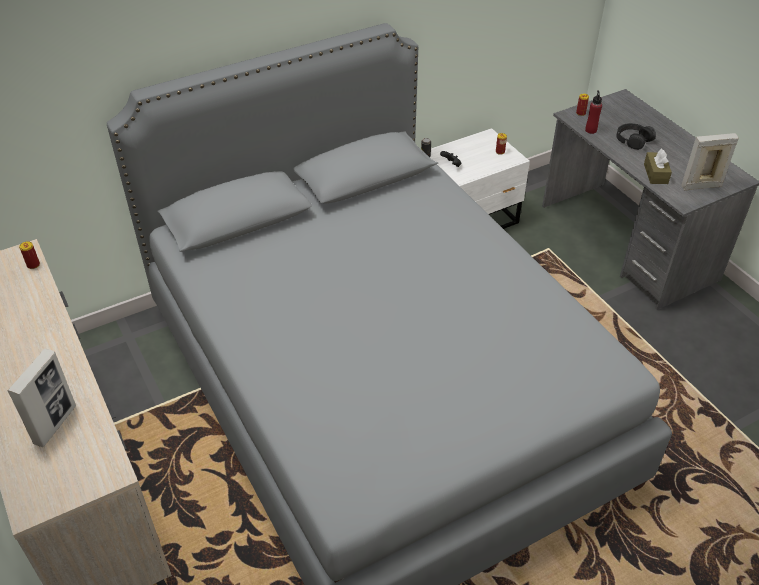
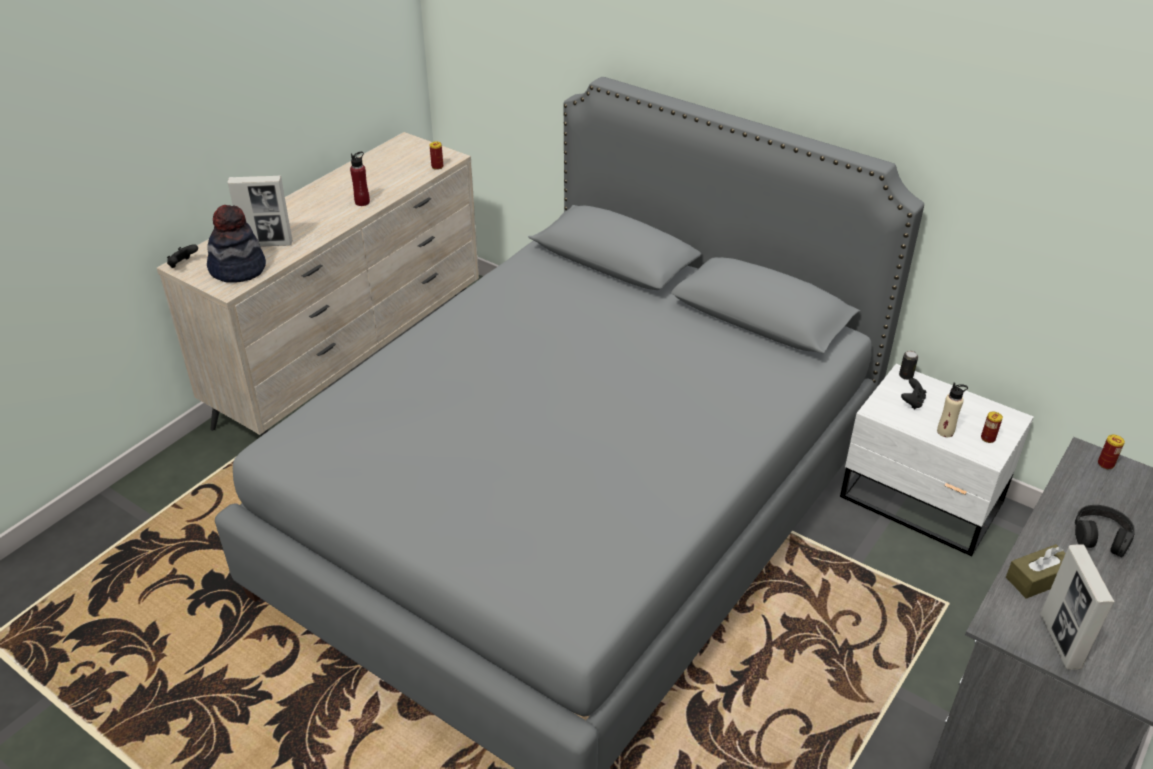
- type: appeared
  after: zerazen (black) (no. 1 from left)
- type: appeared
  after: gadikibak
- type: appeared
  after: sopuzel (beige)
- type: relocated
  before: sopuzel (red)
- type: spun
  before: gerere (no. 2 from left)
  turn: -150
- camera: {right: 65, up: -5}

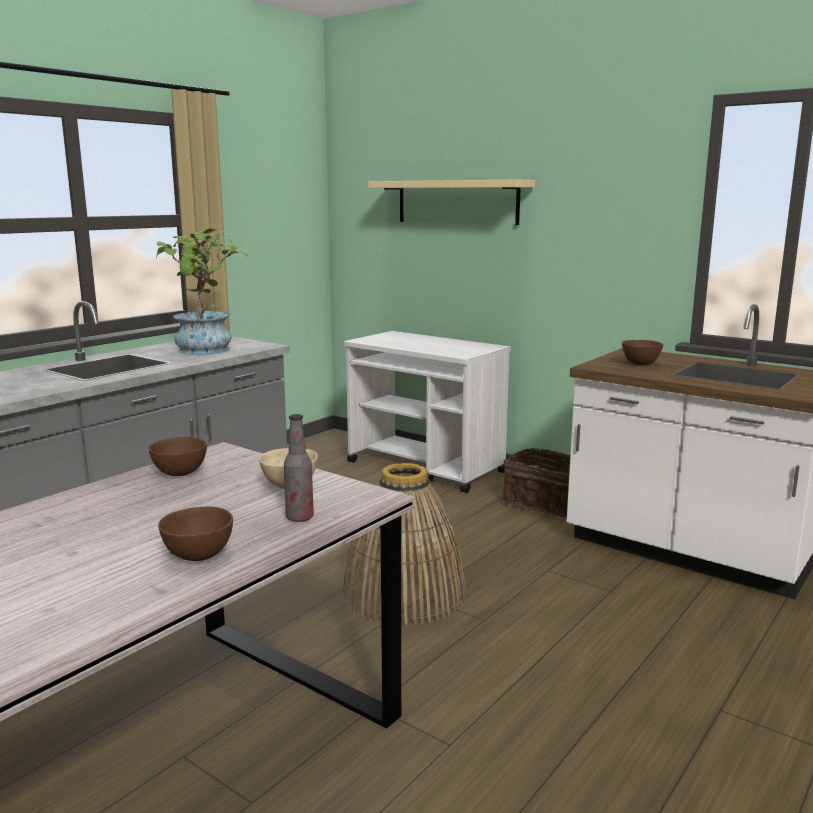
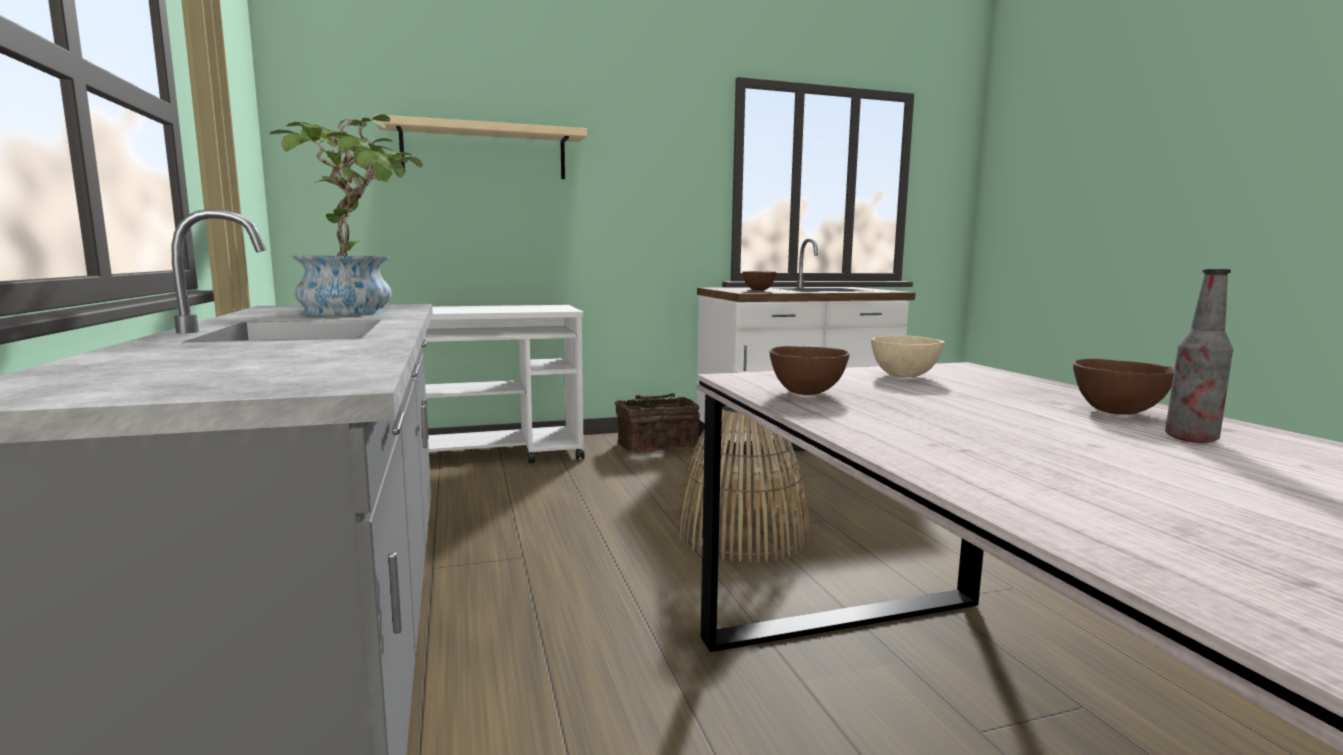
- type: relocated
  before: sopuzel
- camera: {right: -55, up: -5}

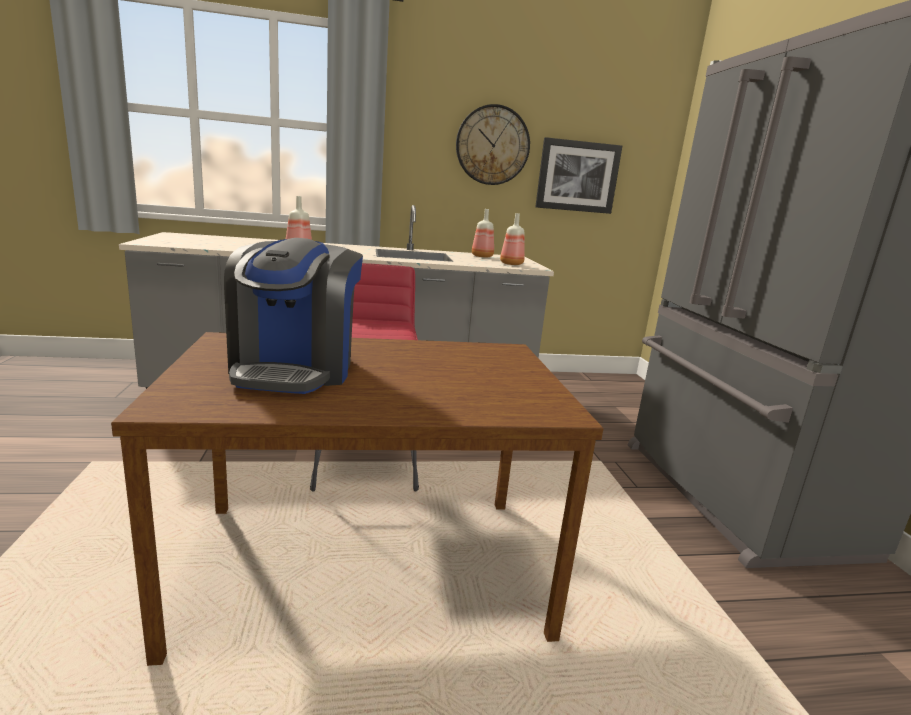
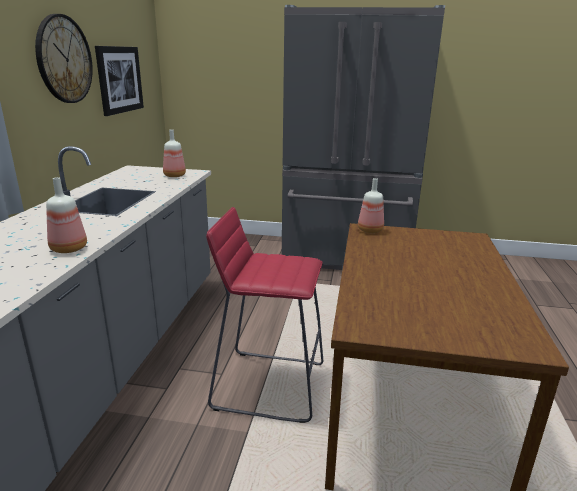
- type: missing
  before: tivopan
- type: relocated
  before: sopuzel (no. 2 from left in the first image)
  after: sopuzel (no. 3 from left)
- camera: {right: -70, up: 5}

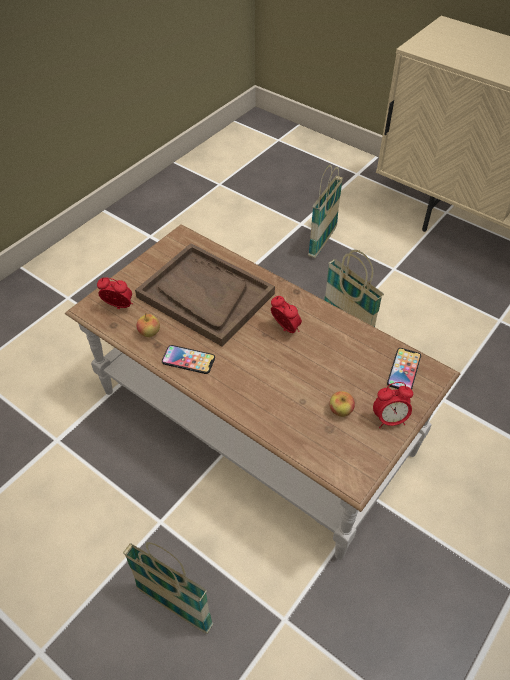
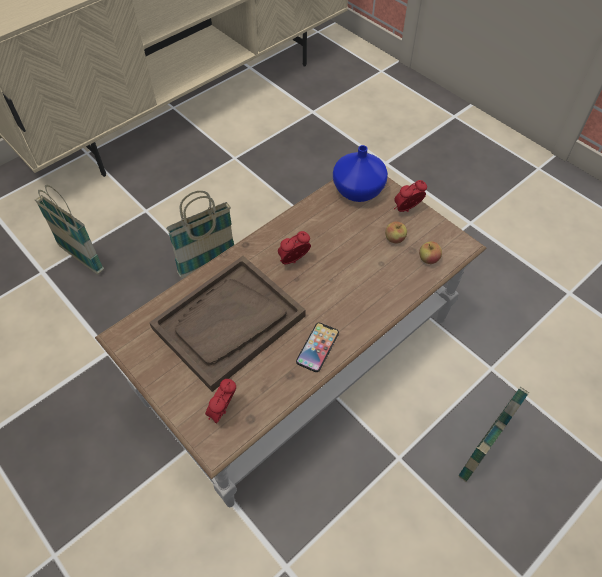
- type: relocated
  before: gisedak (no. 1 from left in the first image)
  after: gisedak (no. 2 from left)
- type: exchanged
  before: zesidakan (no. 2 from left)
  after: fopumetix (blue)
- type: spun
  before: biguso (no. 3 from left)
  turn: -120
- camera: {right: -80, up: 5}

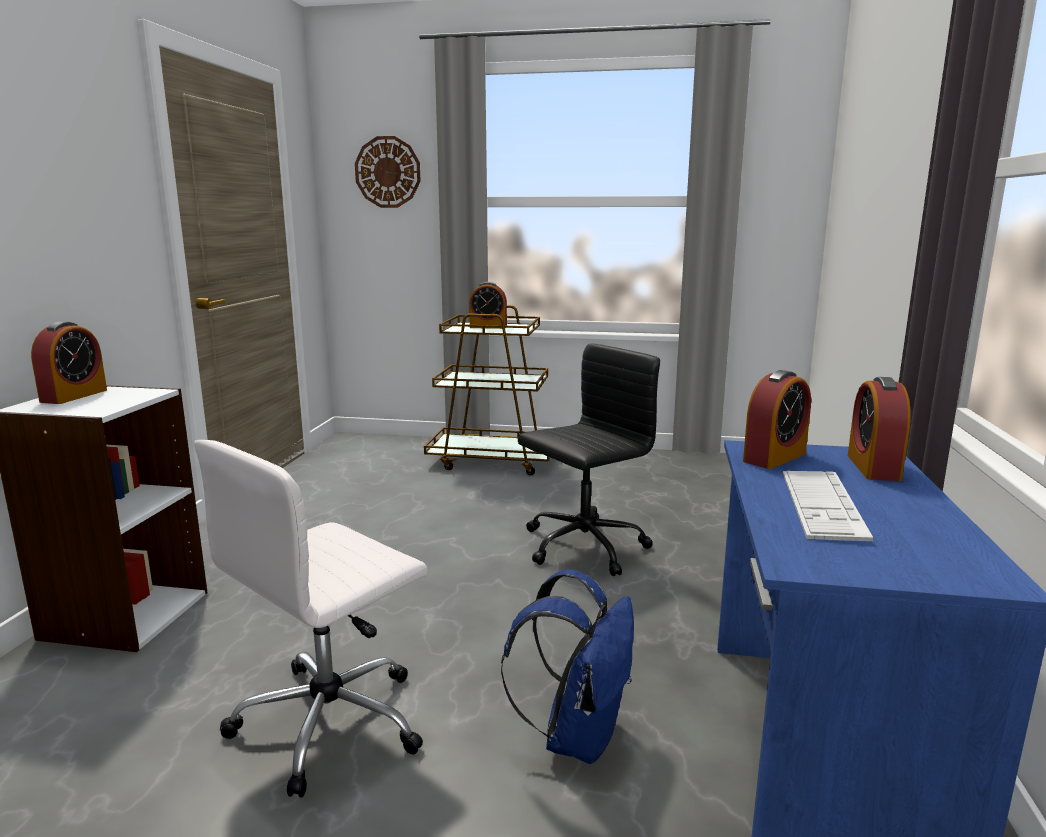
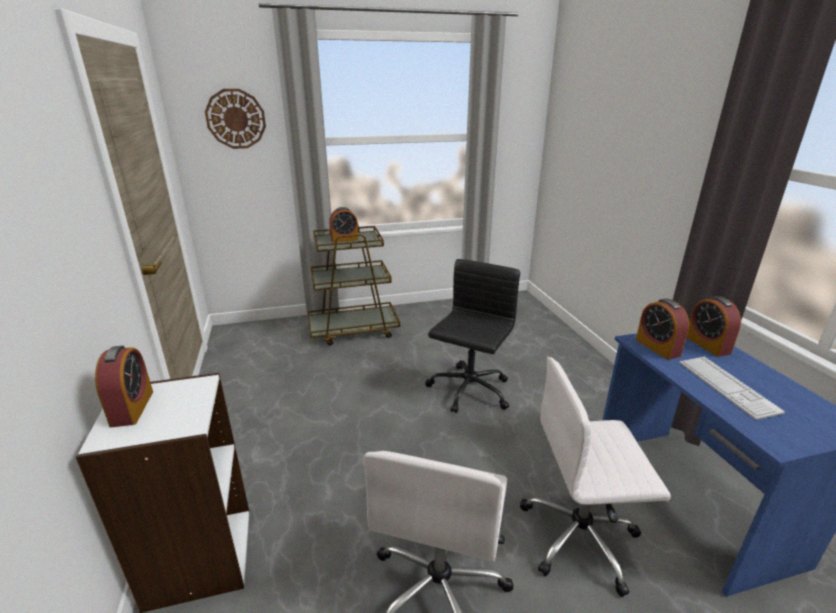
- type: exchanged
  before: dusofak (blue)
  after: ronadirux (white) (no. 2 from left)
- type: spun
  before: biguso (no. 3 from left)
  turn: 135
- camera: {right: -25, up: 10}

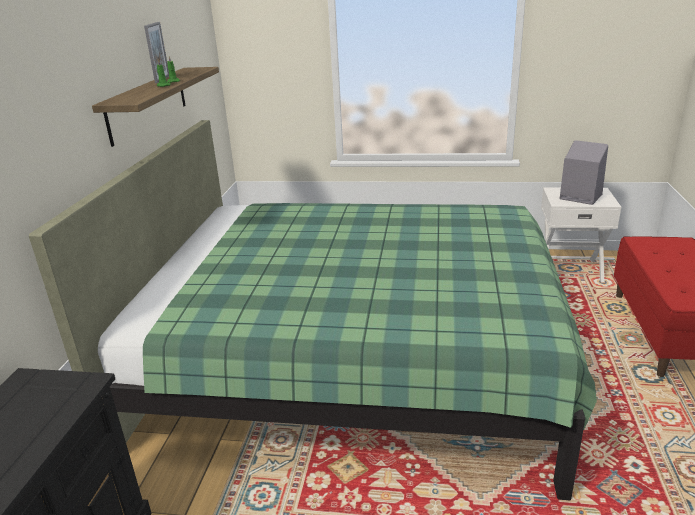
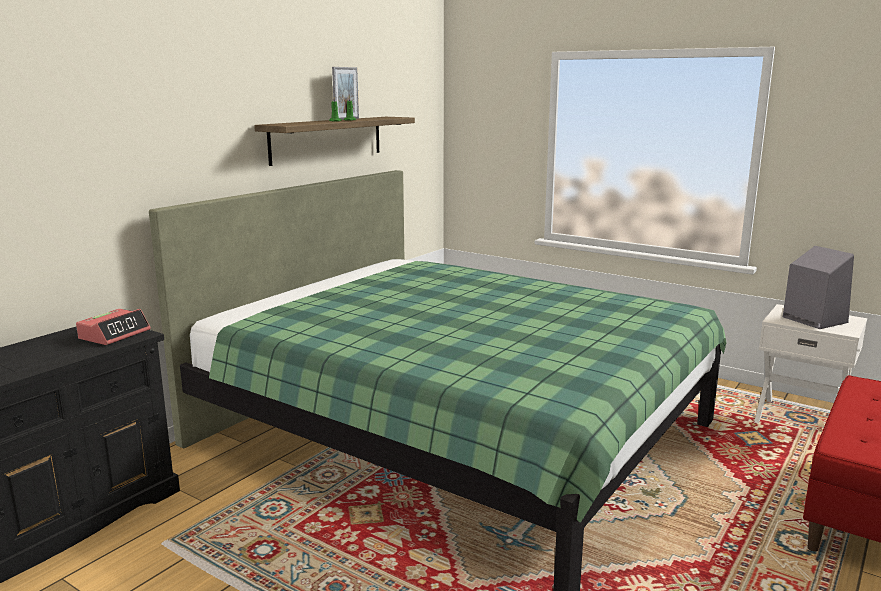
- type: appeared
  after: biguso
- camera: {right: 25, up: -10}

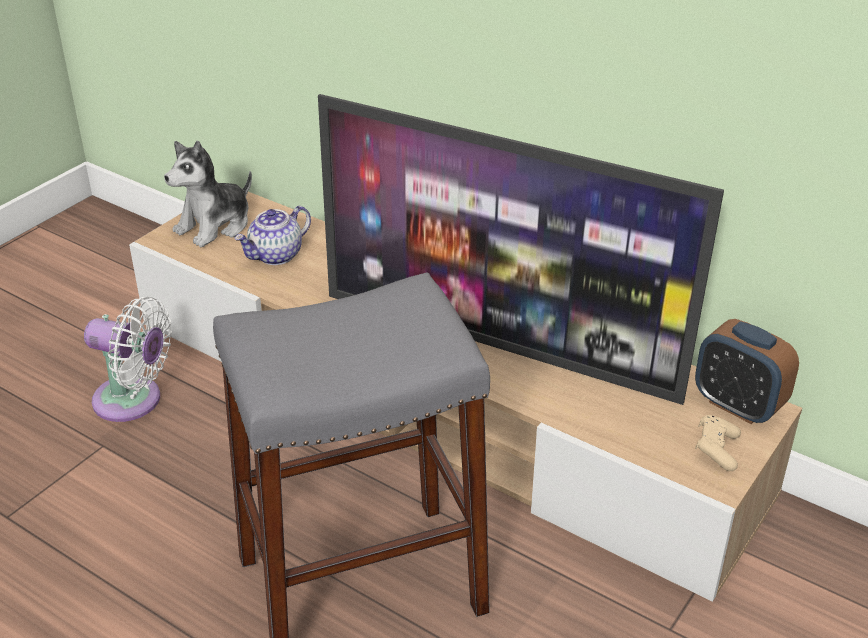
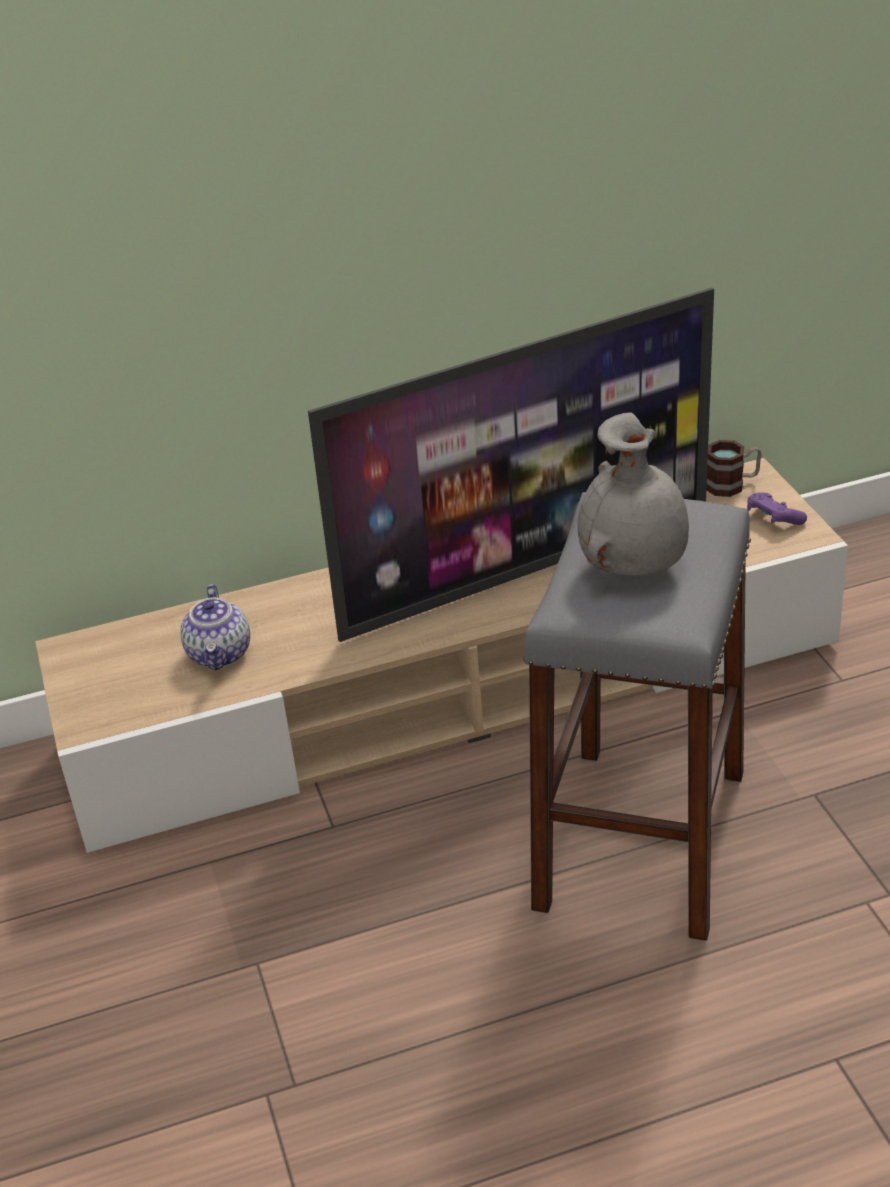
- type: missing
  before: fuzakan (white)
- type: missing
  before: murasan
- type: appeared
  after: fopumetix (grey)
- type: exchanged
  before: biguso
  after: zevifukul
- type: colour
  before: zerazen (beige)
  after: zerazen (purple)
- camera: {right: -50, up: 0}

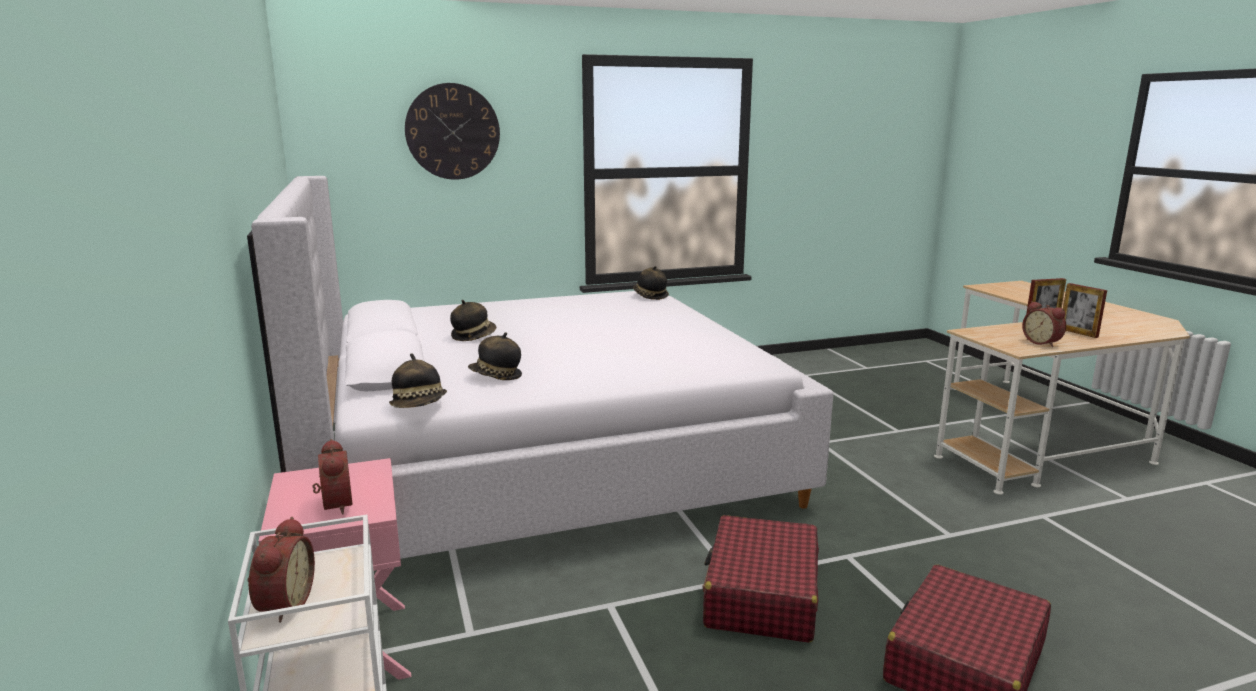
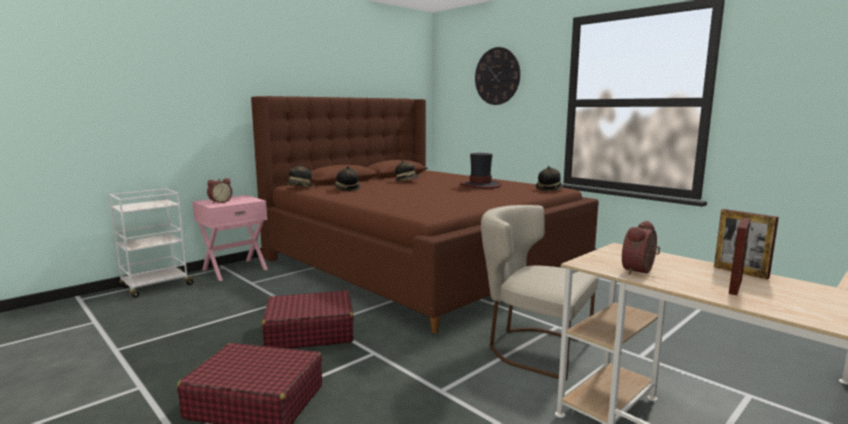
- type: missing
  before: biguso (no. 1 from left)
- type: appeared
  after: gadikibak (no. 4 from left)
- type: appeared
  after: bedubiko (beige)
- type: colour
  before: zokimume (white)
  after: zokimume (brown)
- camera: {right: 65, up: -5}

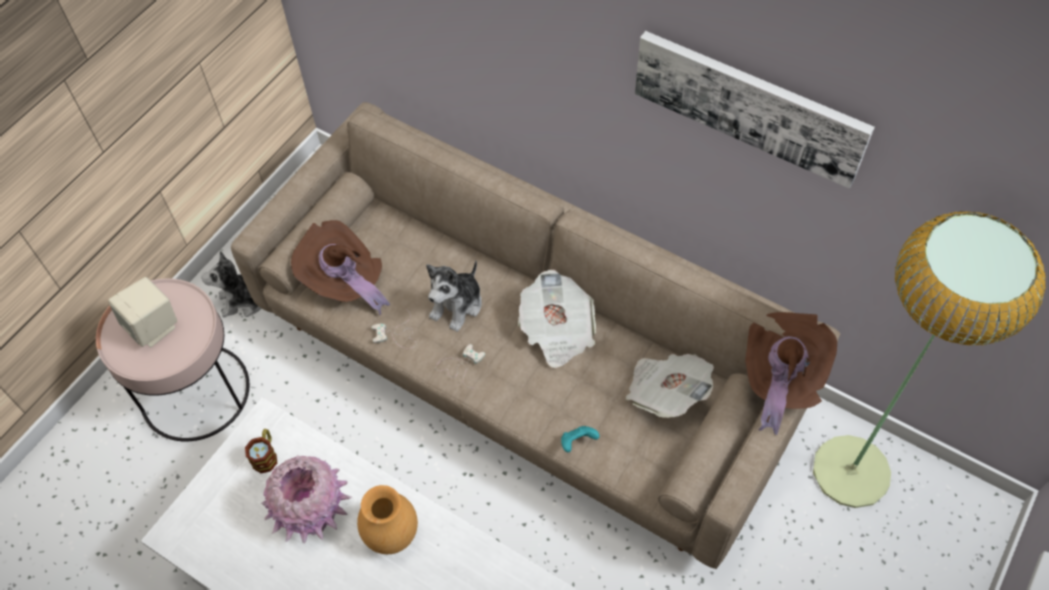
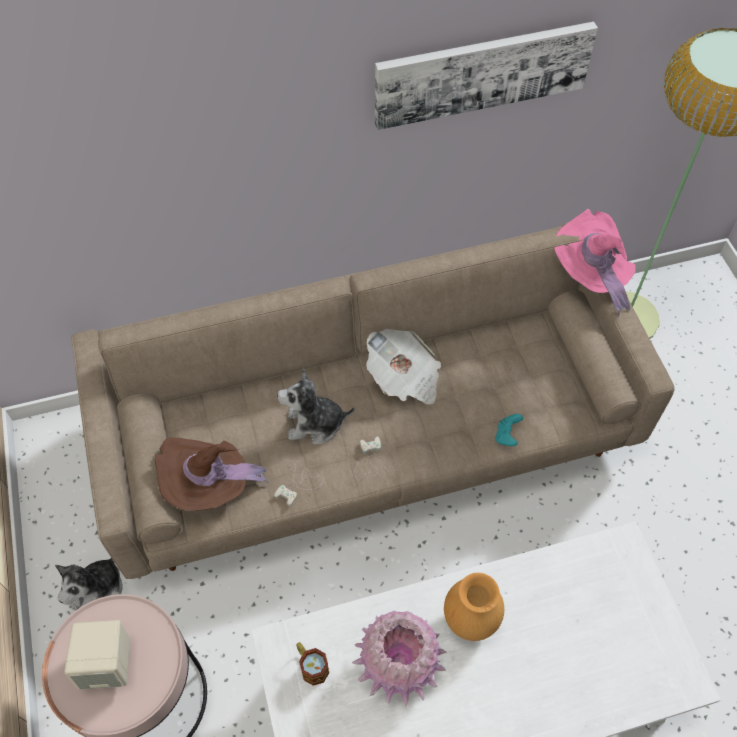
- type: missing
  before: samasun (no. 2 from left)
- type: colour
  before: gadikibak (brown) (no. 2 from left)
  after: gadikibak (pink)
- type: spun
  before: murasan (no. 2 from left)
  turn: 105
- camera: {right: -50, up: 0}

